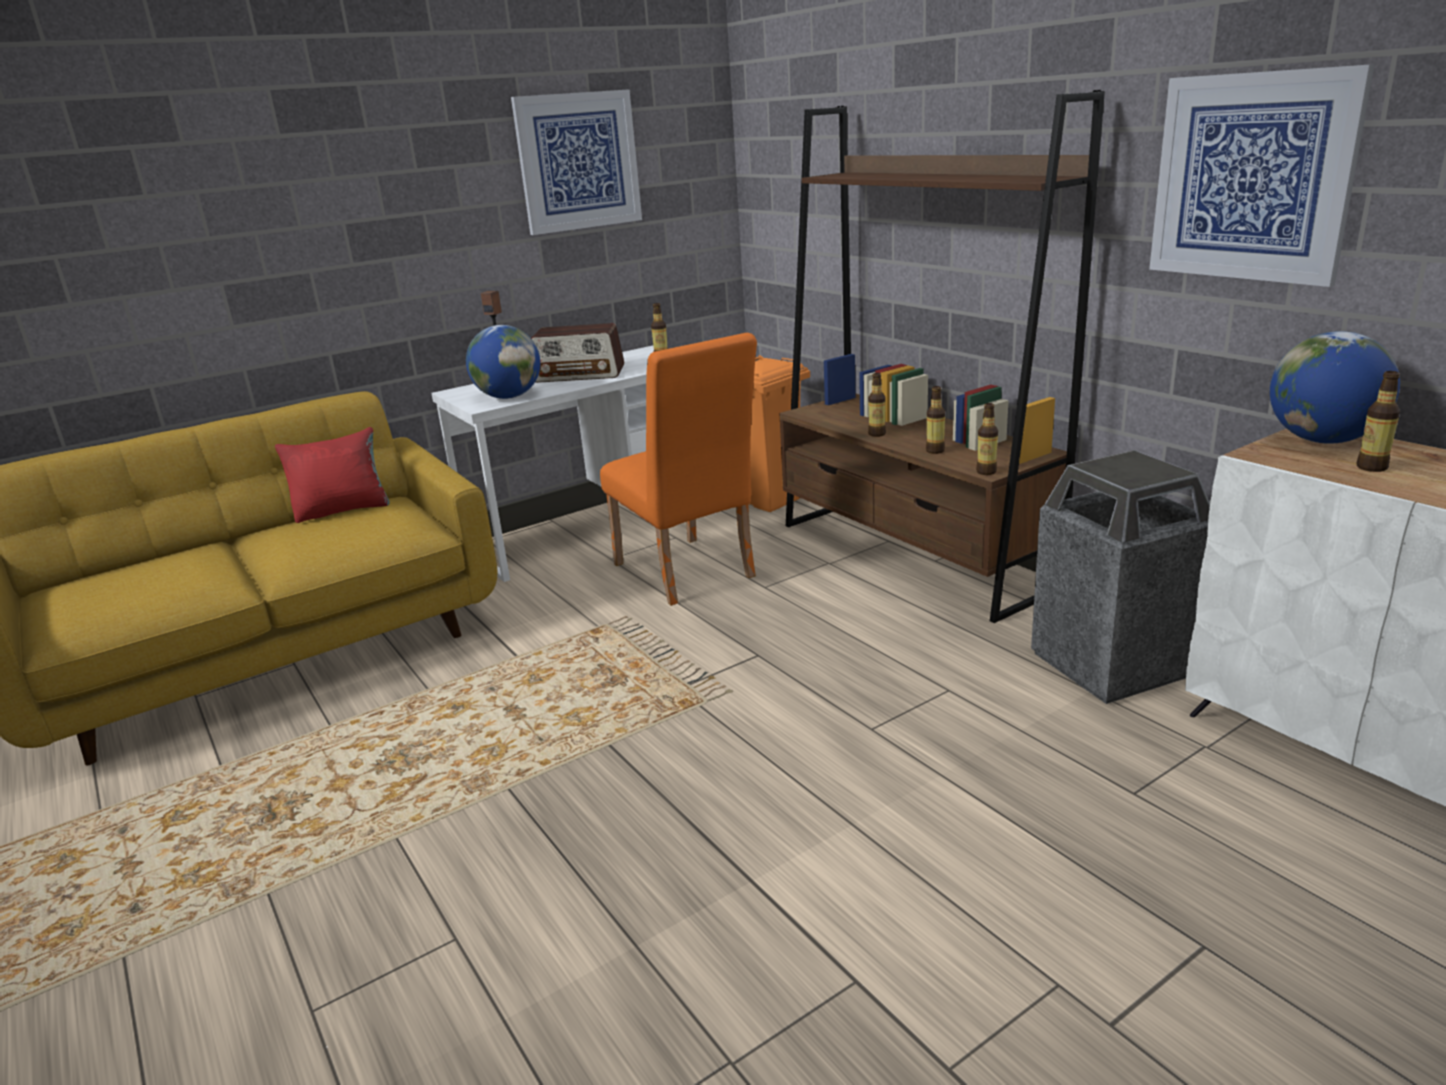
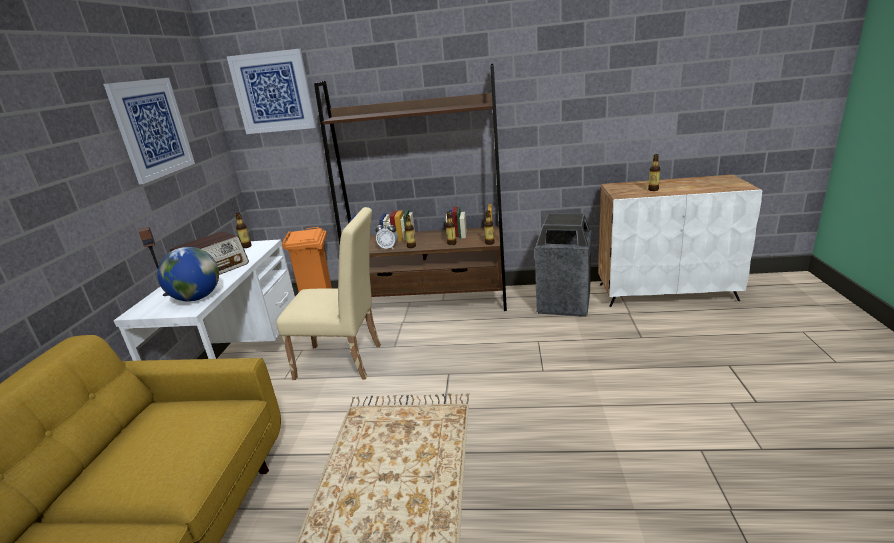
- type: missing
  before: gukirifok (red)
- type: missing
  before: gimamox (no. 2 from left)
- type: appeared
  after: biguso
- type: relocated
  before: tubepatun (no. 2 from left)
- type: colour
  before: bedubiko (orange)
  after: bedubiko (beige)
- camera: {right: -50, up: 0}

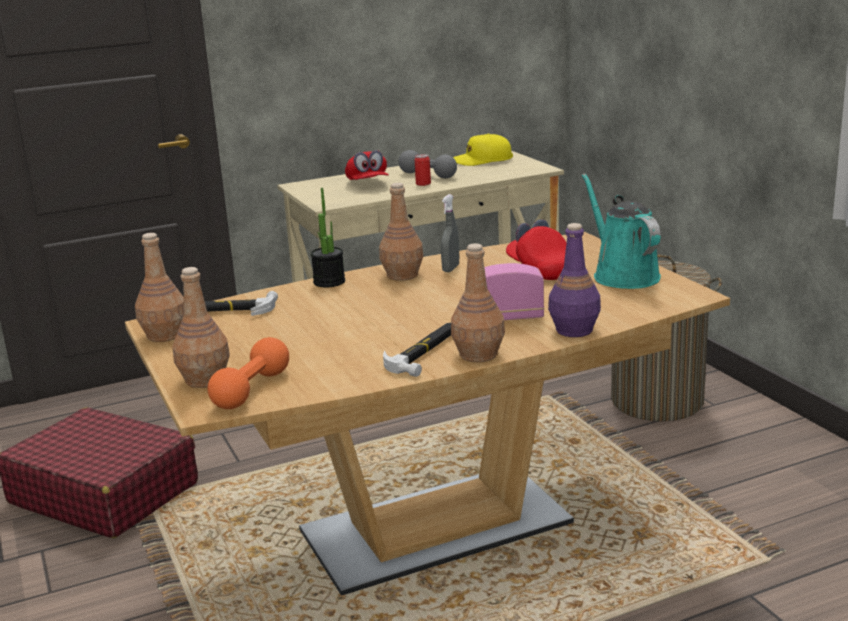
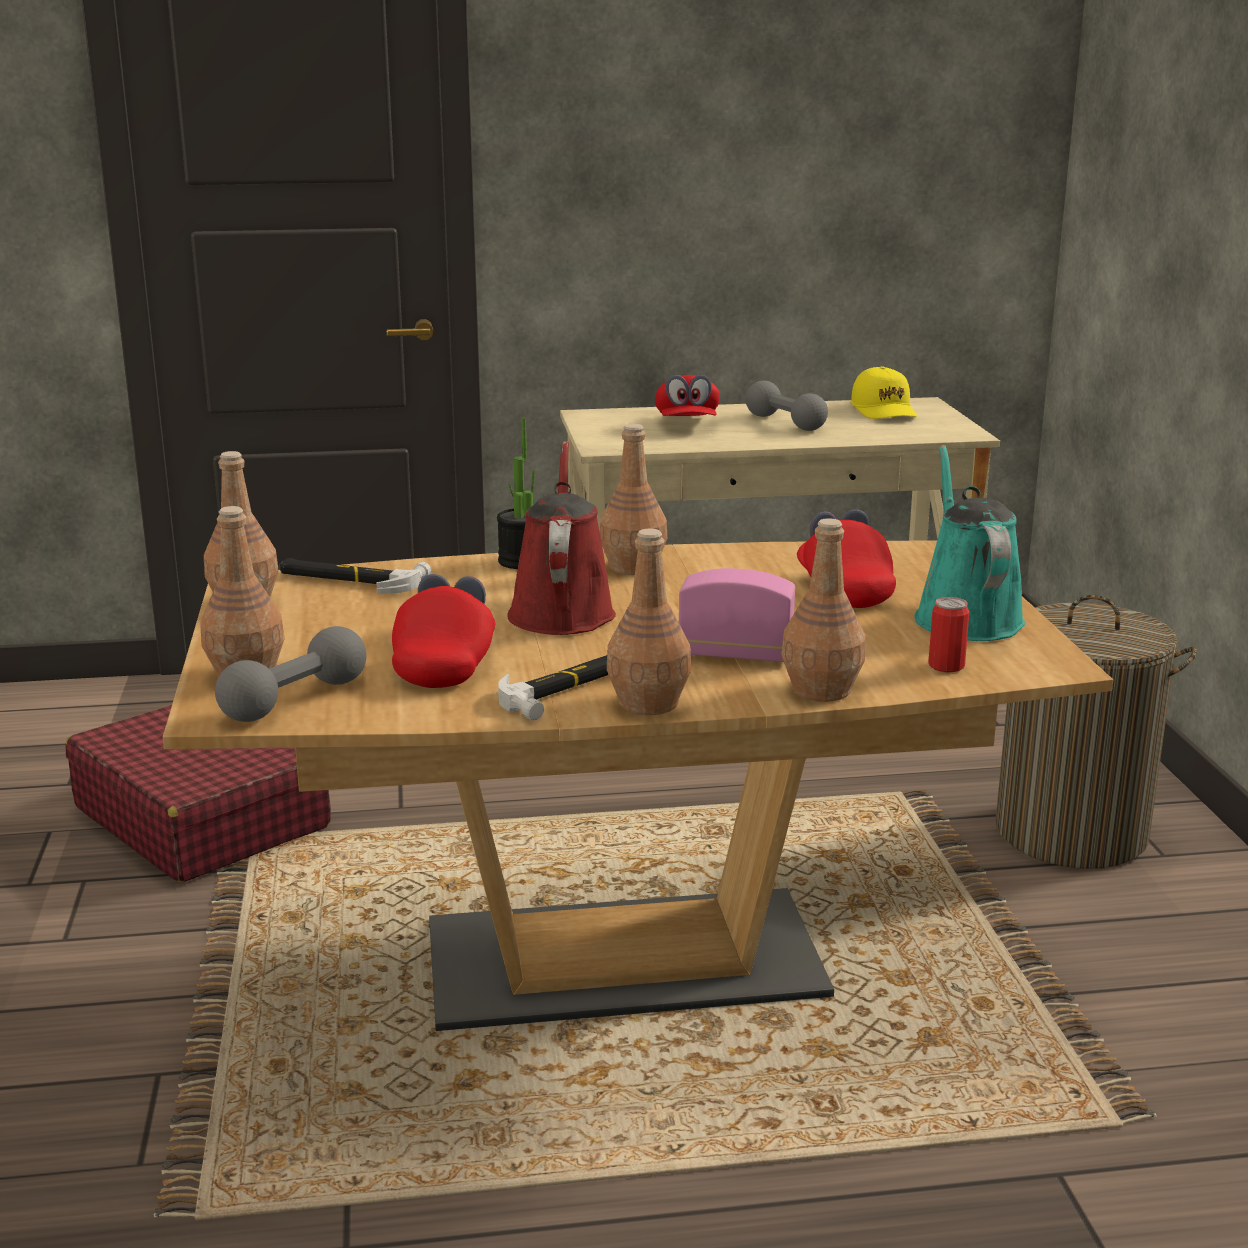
- type: missing
  before: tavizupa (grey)
- type: appeared
  after: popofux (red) (no. 1 from left)
- type: appeared
  after: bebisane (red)
- type: relocated
  before: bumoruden
- type: colour
  before: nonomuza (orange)
  after: nonomuza (grey) (no. 1 from left)
- type: colour
  before: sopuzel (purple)
  after: sopuzel (brown) (no. 5 from left)
- type: spun
  before: popofux (yellow)
  turn: -105
- camera: {right: 15, up: 0}

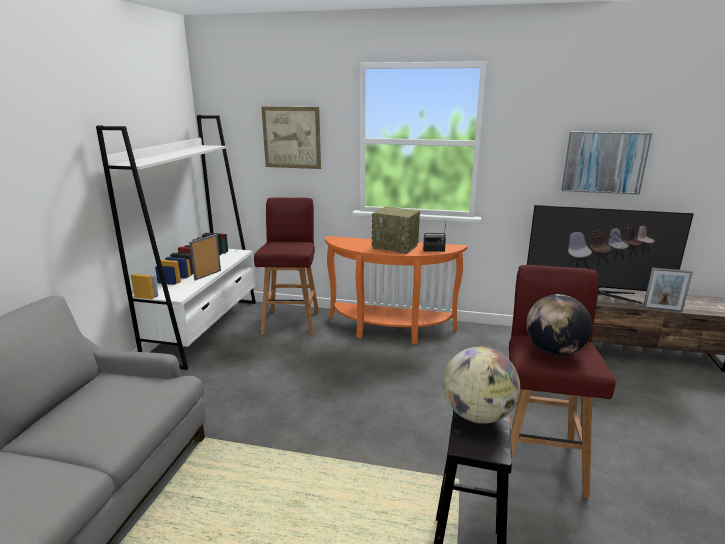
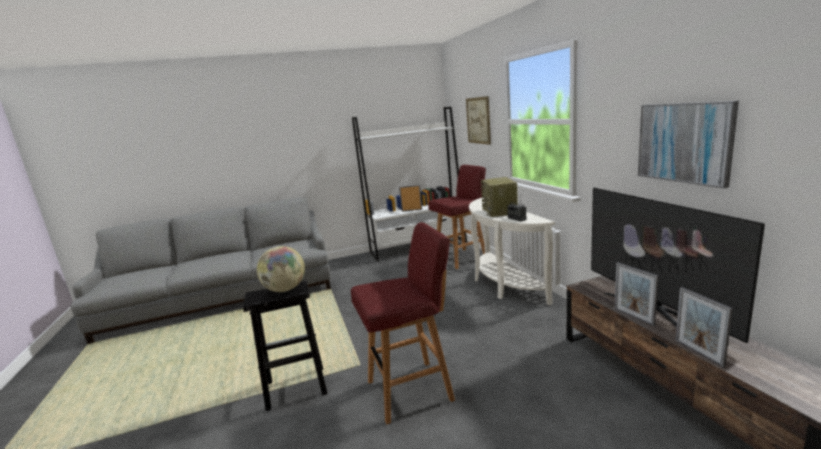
- type: missing
  before: gimamox (no. 2 from left)
- type: appeared
  after: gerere (no. 2 from left)
- type: colour
  before: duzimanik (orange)
  after: duzimanik (white)
- camera: {right: 60, up: -5}

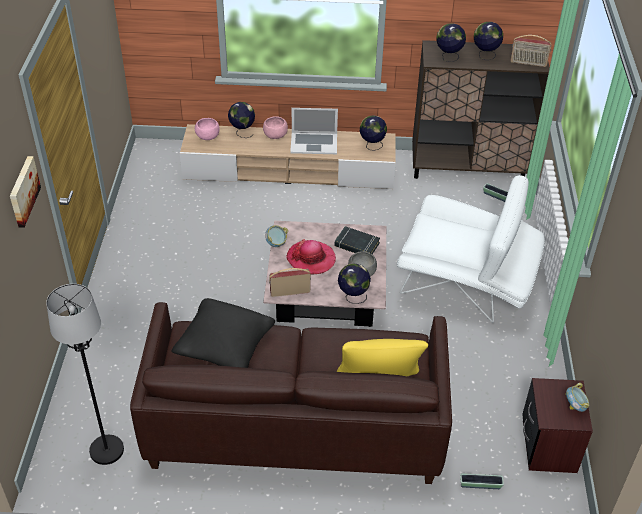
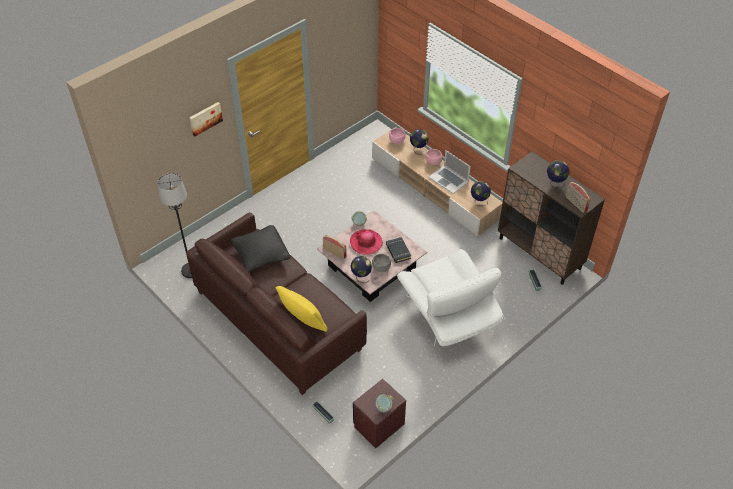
- type: missing
  before: gimamox (no. 4 from left)
- camera: {right: 45, up: 5}

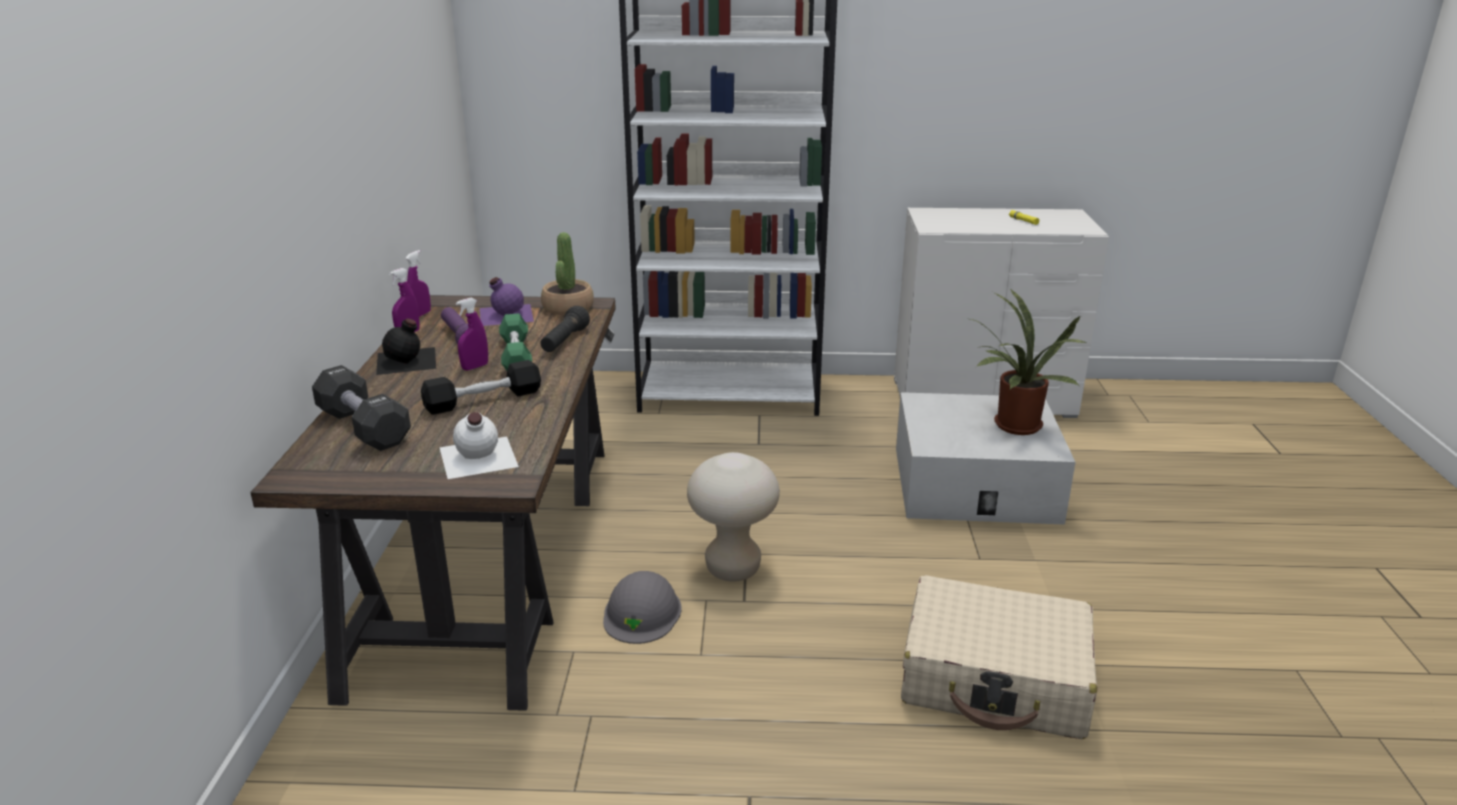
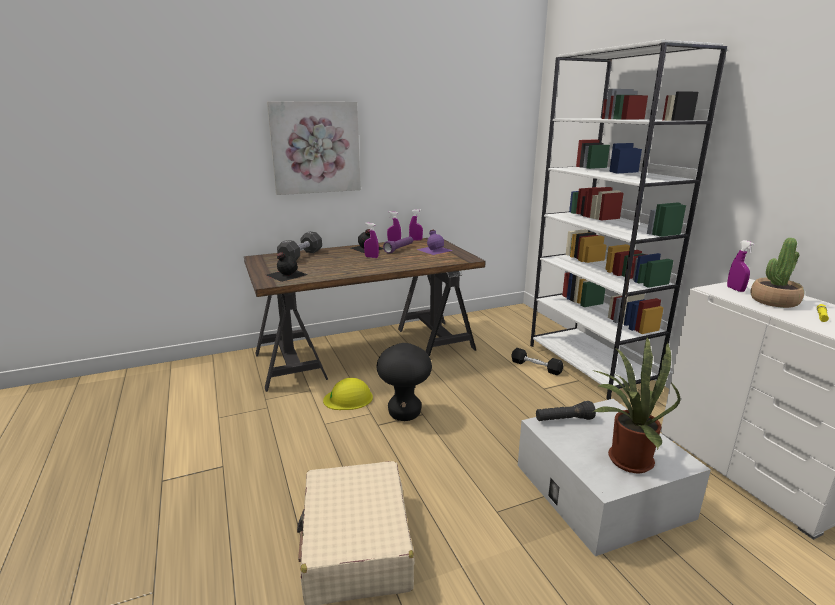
- type: missing
  before: nonomuza (green)
- type: appeared
  after: tubepatun
- type: appeared
  after: tavizupa (purple) (no. 4 from left)
- type: relocated
  before: nonomuza (black) (no. 2 from left)
- type: relocated
  before: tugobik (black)
- type: relocated
  before: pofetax (no. 1 from left in the first image)
  after: pofetax (no. 2 from left)
- type: colour
  before: sopuzel (white)
  after: sopuzel (black) (no. 1 from left)
- type: colour
  before: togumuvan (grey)
  after: togumuvan (yellow)
- type: colour
  before: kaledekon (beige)
  after: kaledekon (black)
- camera: {right: 65, up: -5}

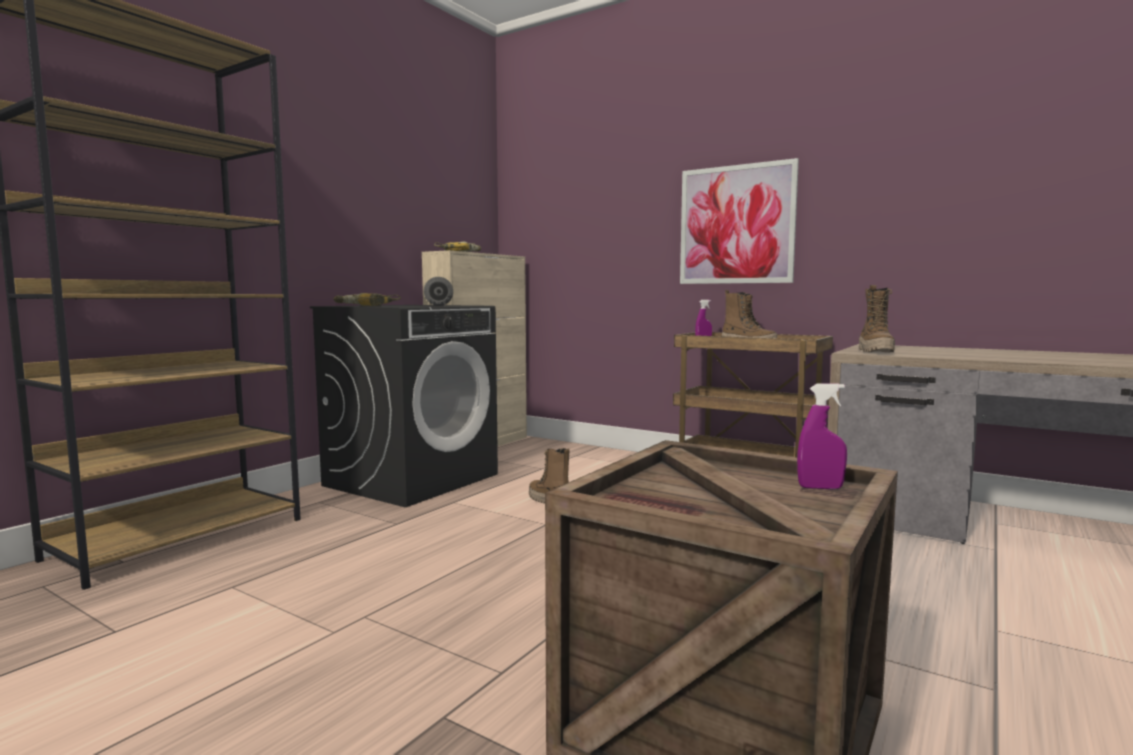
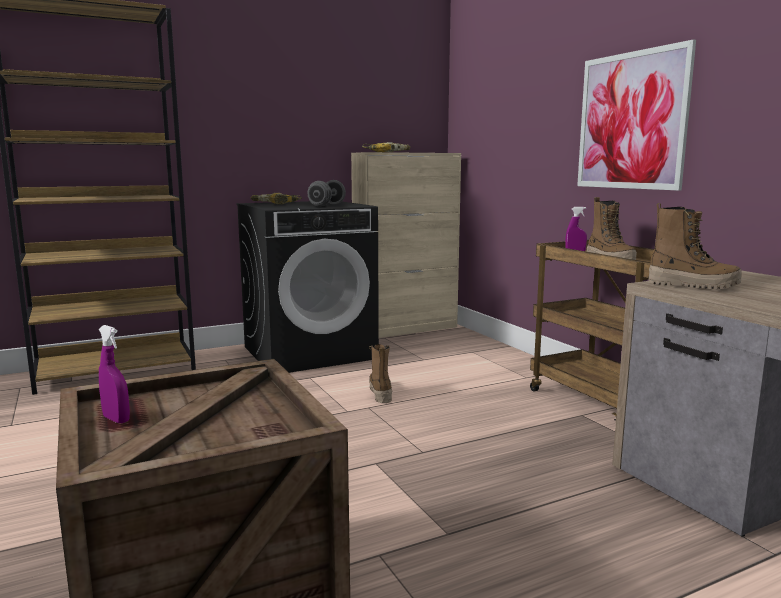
- type: relocated
  before: tavizupa (purple) (no. 2 from left in the first image)
  after: tavizupa (purple) (no. 1 from left)
- type: spun
  before: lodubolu (no. 3 from left)
  turn: -105
- camera: {right: 30, up: 5}

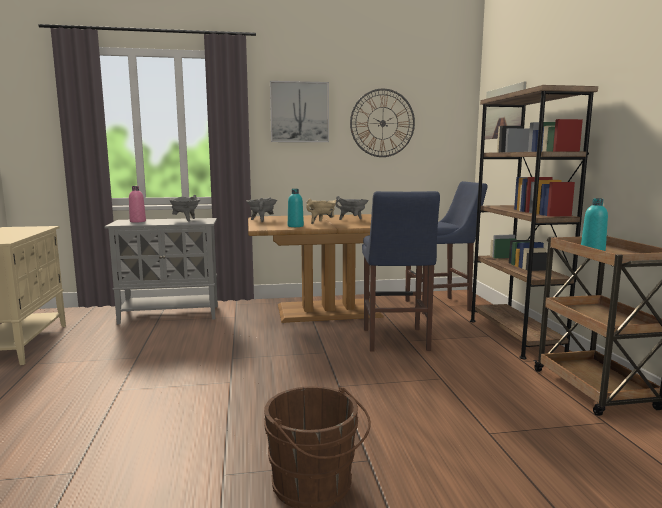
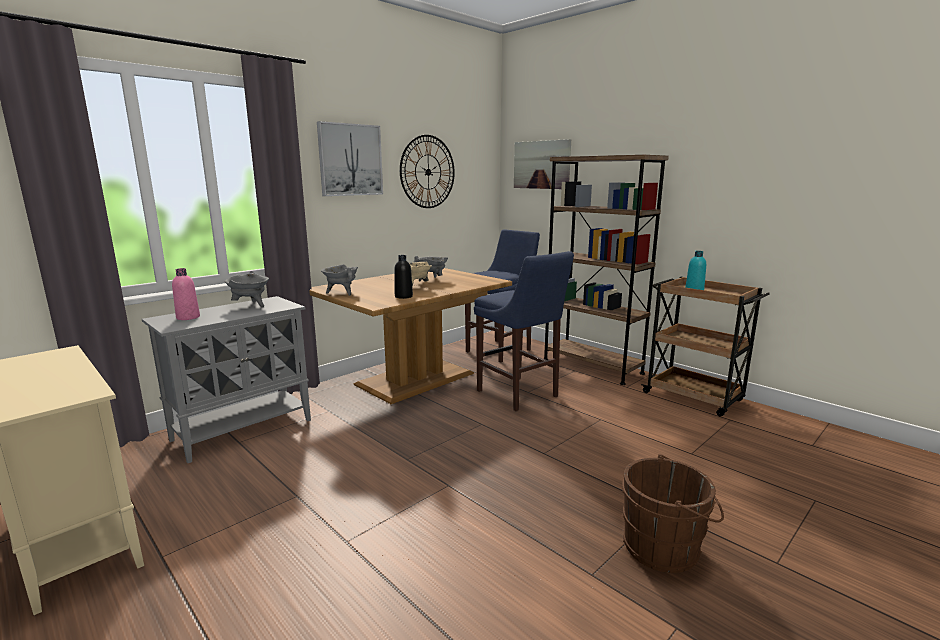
- type: colour
  before: sopuzel (turquoise) (no. 1 from left)
  after: sopuzel (black)
- camera: {right: -35, up: 5}

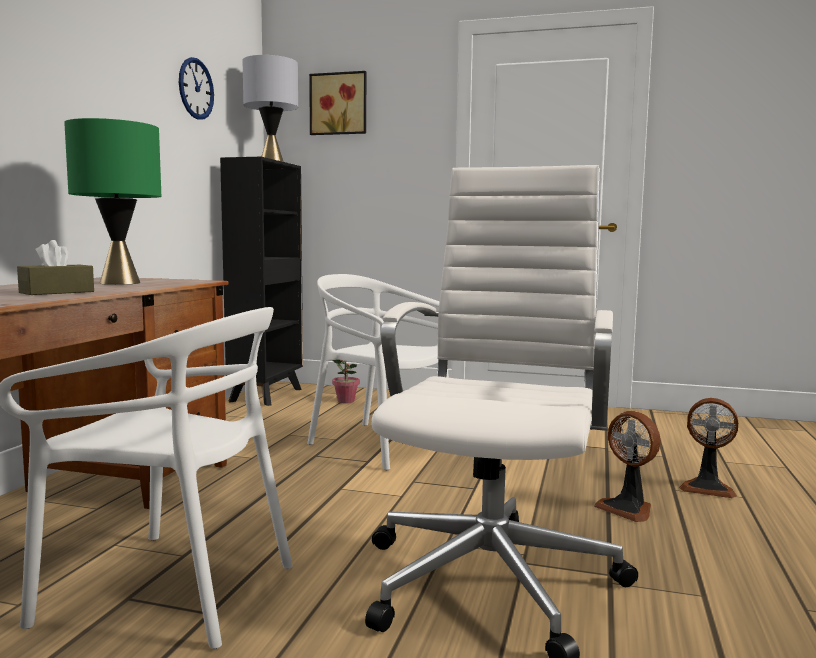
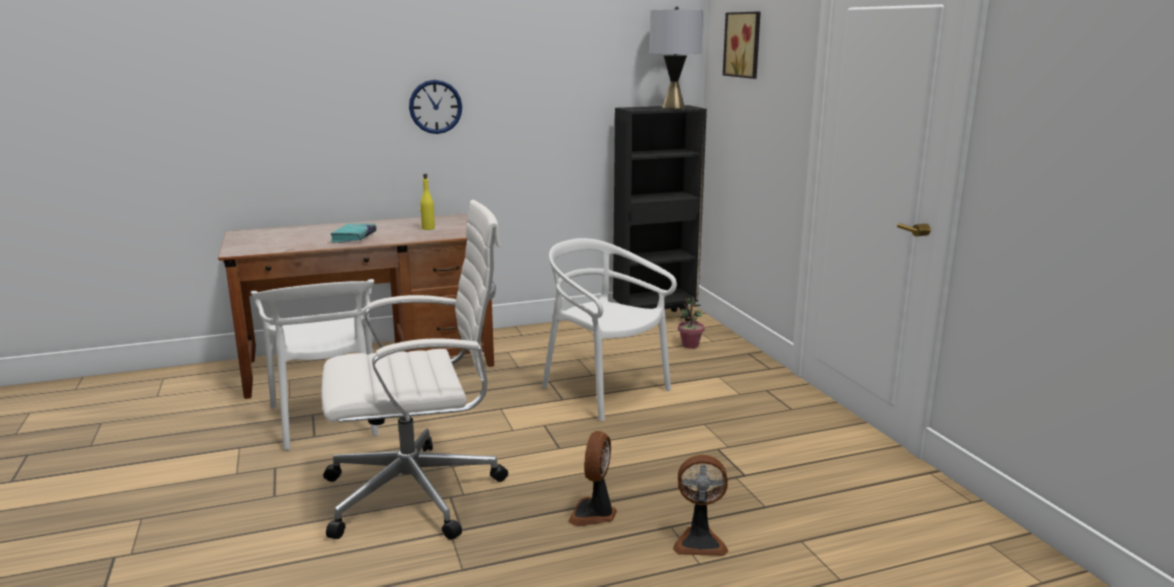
- type: relocated
  before: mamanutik
- type: exchanged
  before: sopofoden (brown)
  after: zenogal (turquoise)
- type: exchanged
  before: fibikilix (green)
  after: sopuzel (yellow)
- type: spun
  before: bedubiko (white) (no. 2 from left)
  turn: -45
- type: spun
  before: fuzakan (no. 2 from left)
  turn: -75
- camera: {right: 55, up: 10}

